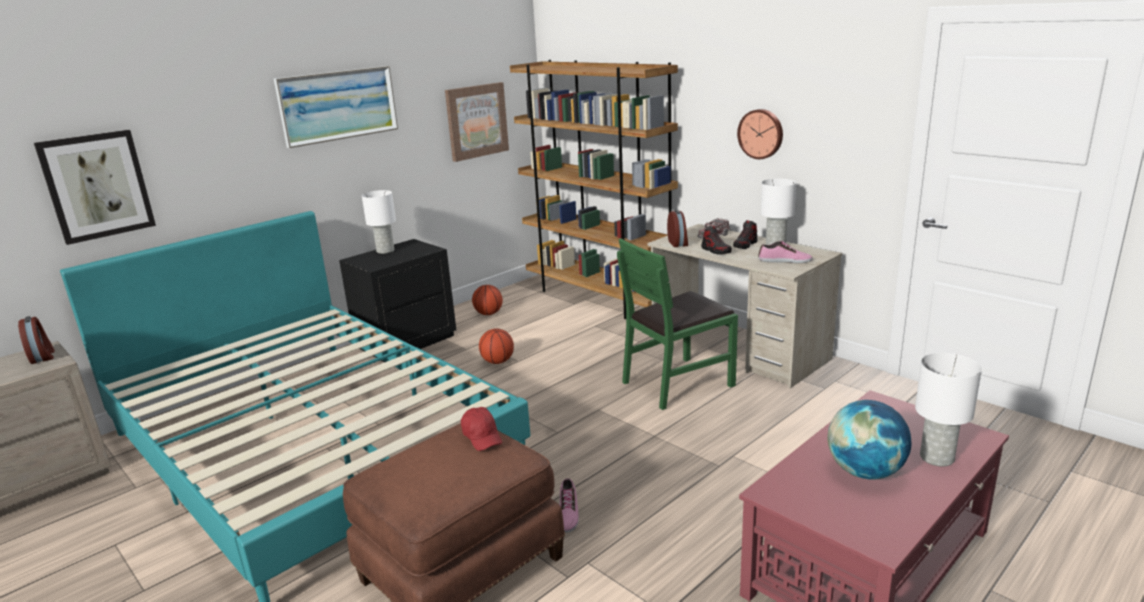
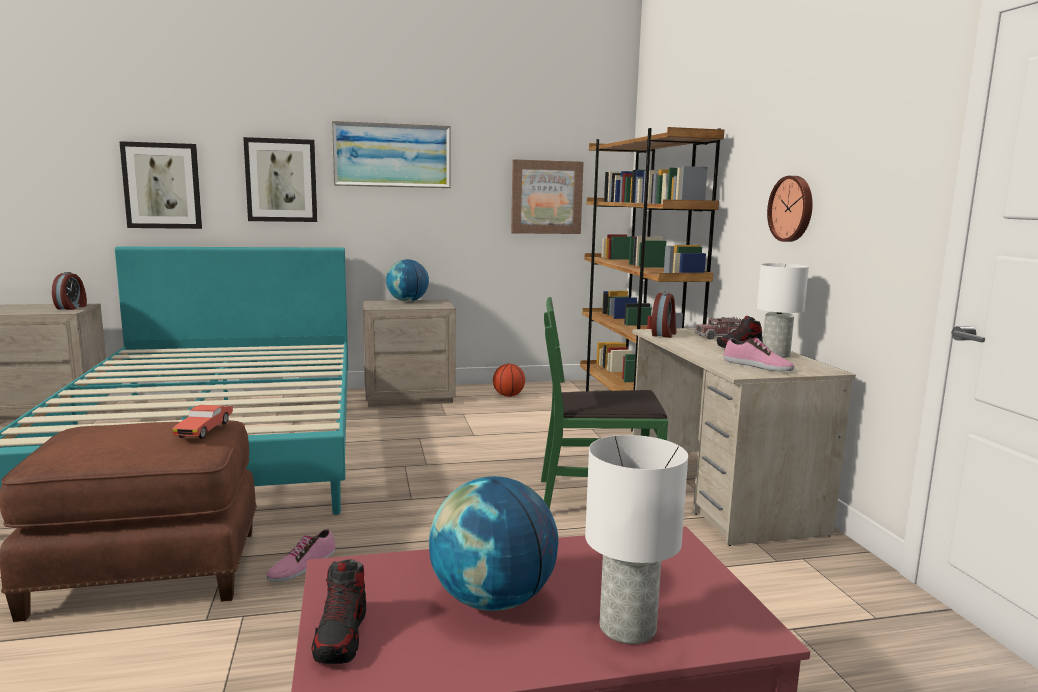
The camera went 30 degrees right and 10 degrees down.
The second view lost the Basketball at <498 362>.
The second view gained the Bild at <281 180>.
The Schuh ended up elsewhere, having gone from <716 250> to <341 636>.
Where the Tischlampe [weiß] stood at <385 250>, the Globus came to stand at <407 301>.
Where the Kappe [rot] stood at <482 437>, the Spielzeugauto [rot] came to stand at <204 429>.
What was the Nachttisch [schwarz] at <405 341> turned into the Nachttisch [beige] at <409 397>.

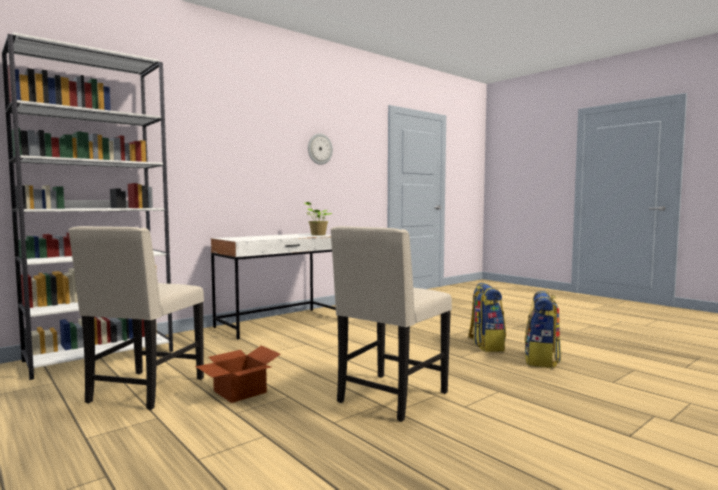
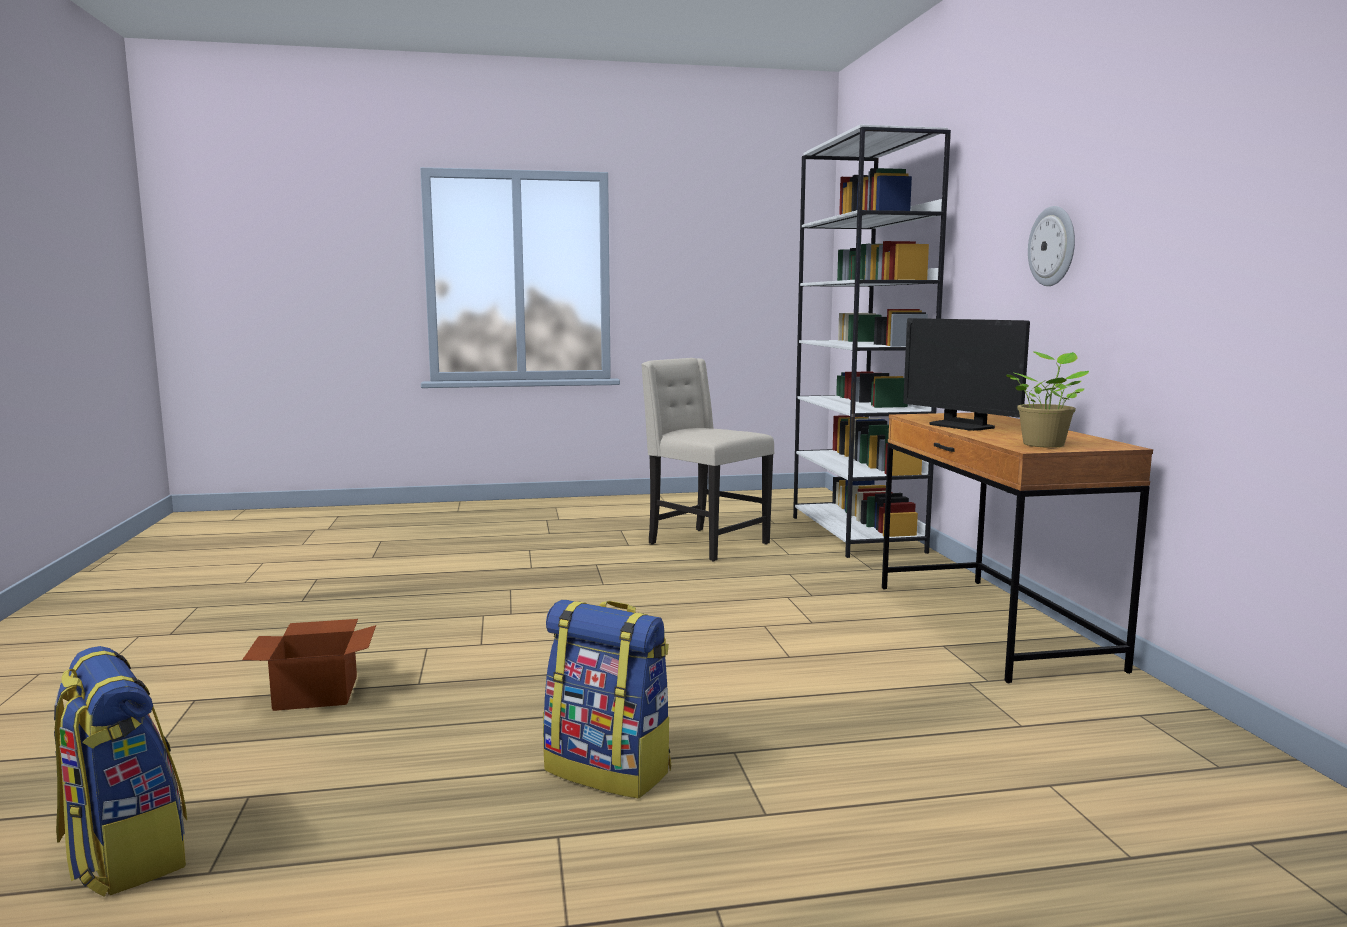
The camera went 120 degrees right and 5 degrees up.
The second view lost the Stuhl [beige] at <390 398>.
The second view gained the Monitor at <961 426>.
The Karton ended up elsewhere, having gone from <238 392> to <318 692>.
The Wanduhr ended up elsewhere, having gone from <319 149> to <1053 246>.
The Rucksack ended up elsewhere, having gone from <541 360> to <124 854>.
What was the Schreibtisch [weiß] at <279 323> turned into the Schreibtisch [braun] at <990 625>.

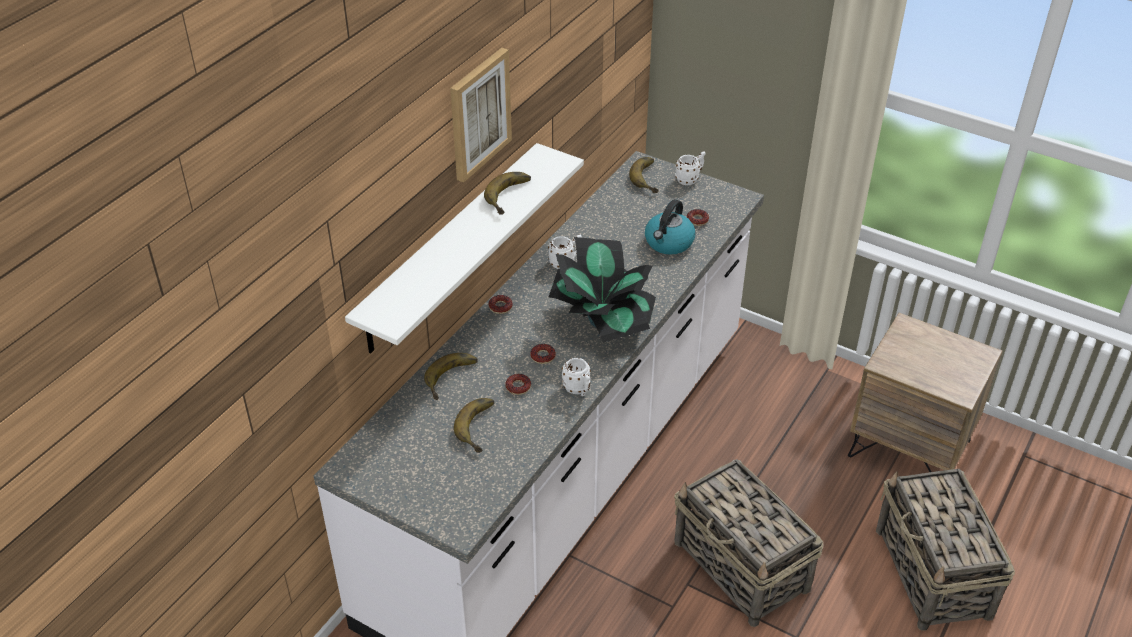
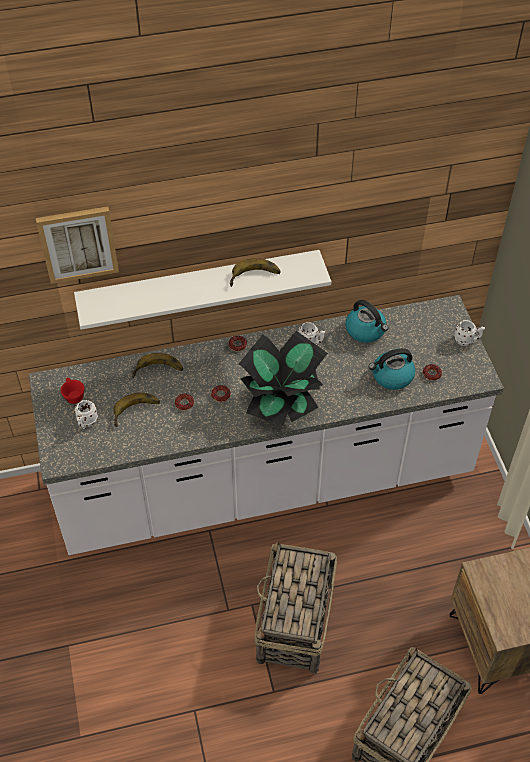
The camera went 45 degrees right and 10 degrees up.
The second view lost the Banane at <650 177>.
The second view gained the Tasse [rot] at <73 395>.
The second view gained the Wasserkessel at <366 330>.
The Bild ended up elsewhere, having gone from <479 114> to <78 243>.
The Henkelbecher [weiß] ended up elsewhere, having gone from <578 390> to <86 423>.

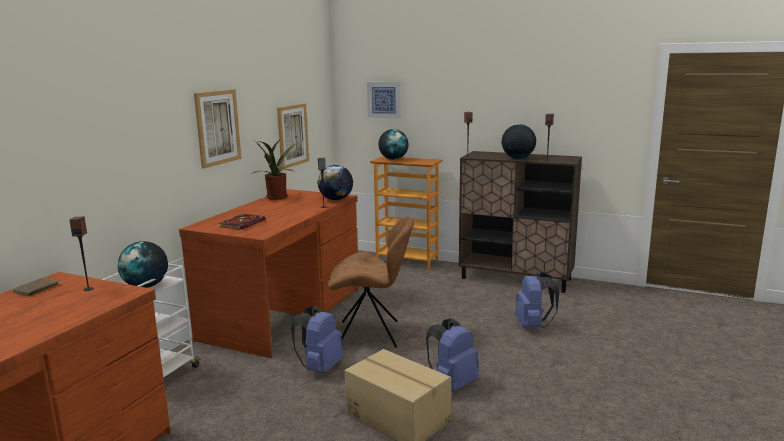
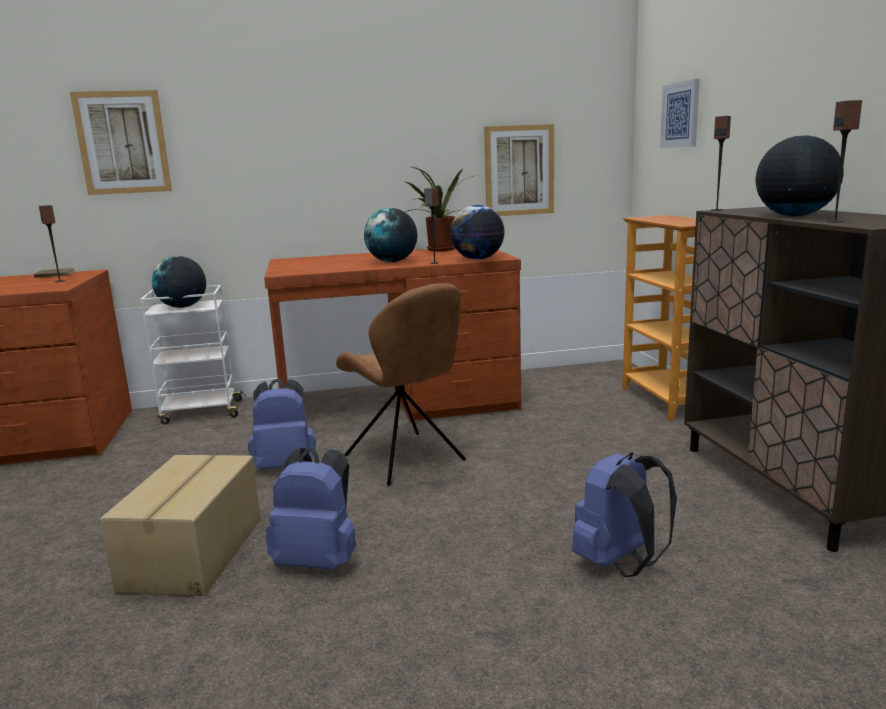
The camera went 55 degrees right and 0 degrees up.
The second view lost the Buch at <242 223>.
The Bild ended up elsewhere, having gone from <218 127> to <122 143>.
The Globus ended up elsewhere, having gone from <393 159> to <392 261>.

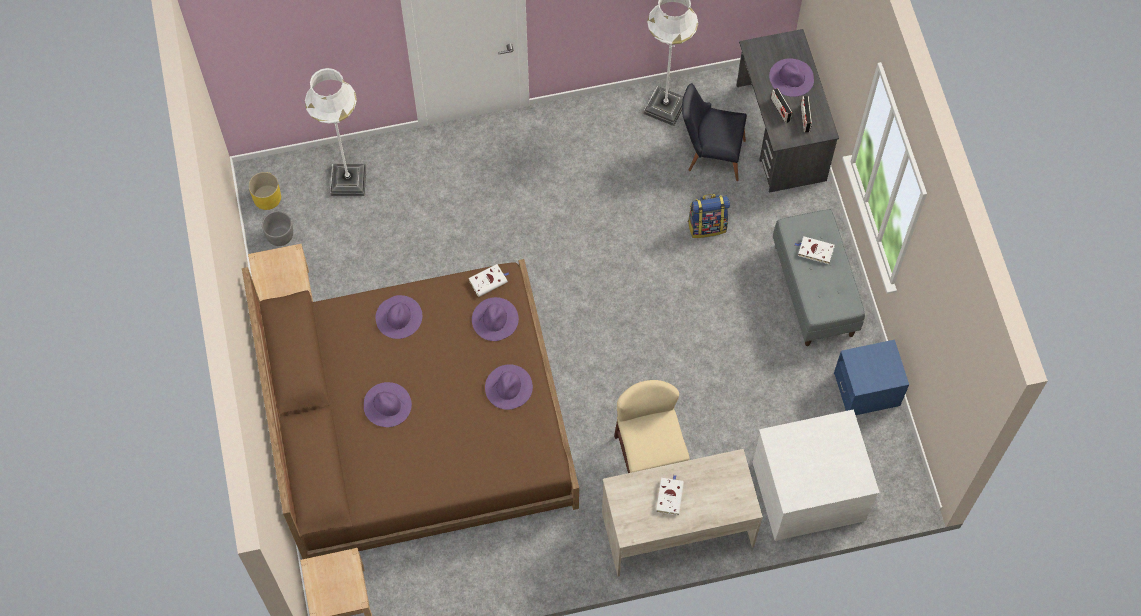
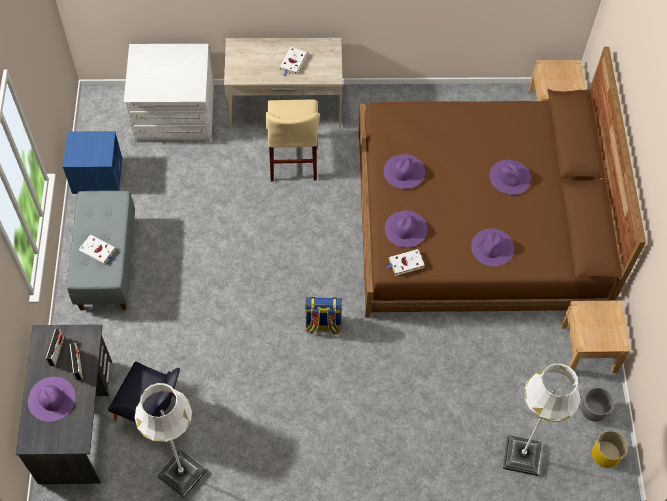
The camera went 170 degrees left and 5 degrees down.
The Rucksack ended up elsewhere, having gone from <707 226> to <322 325>.

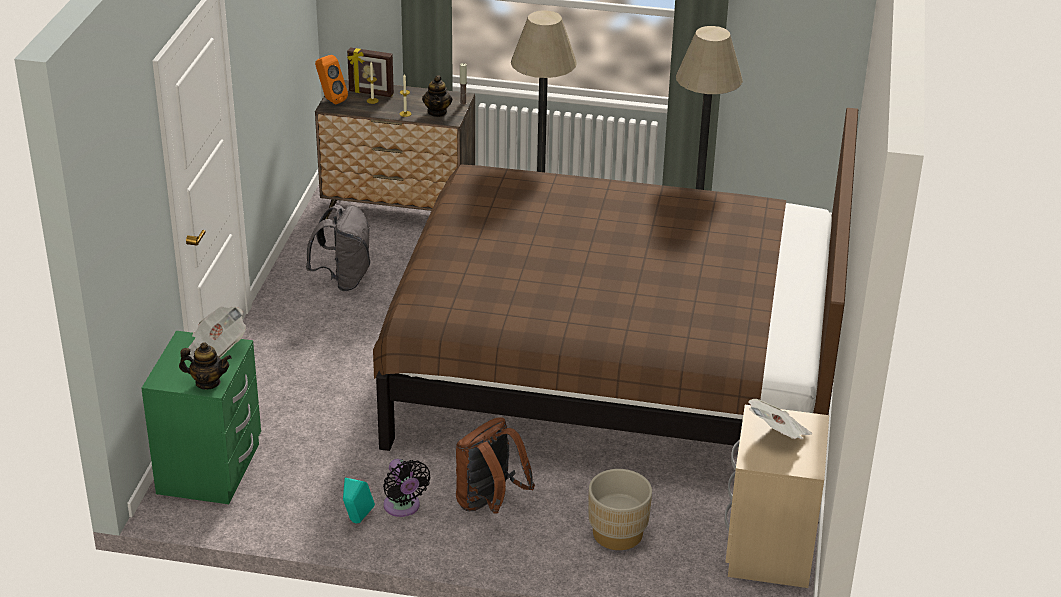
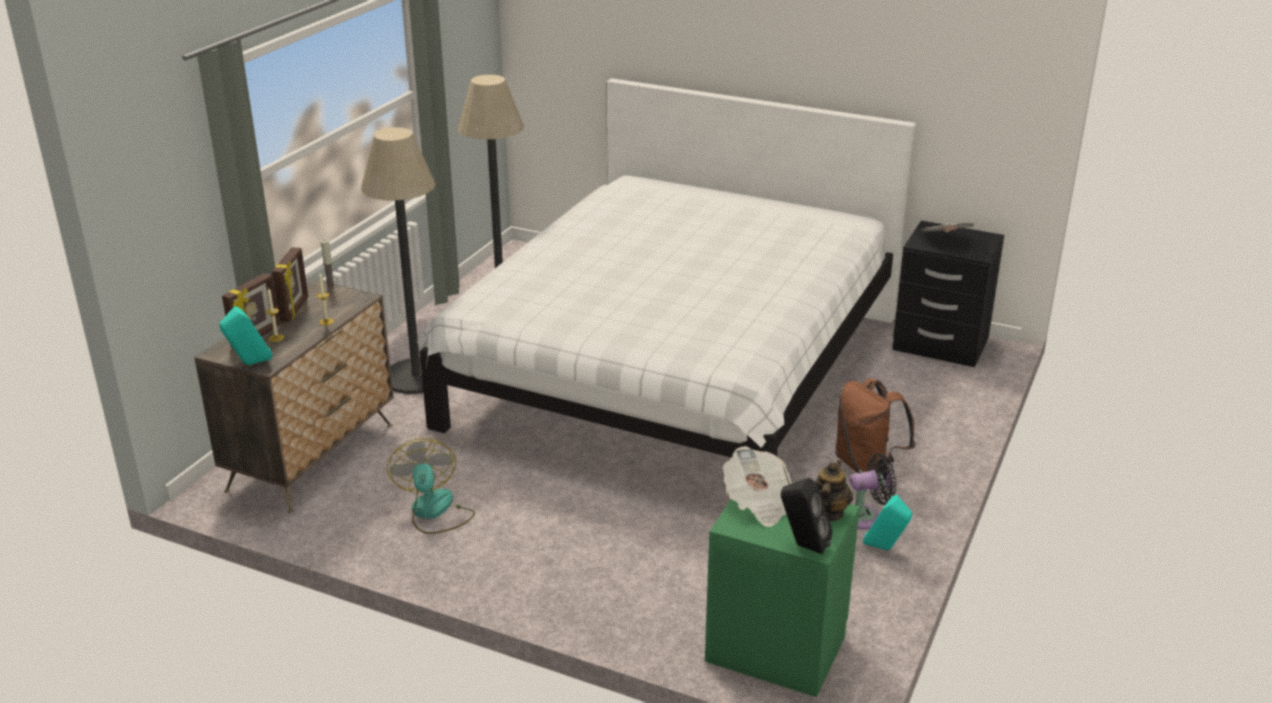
The camera went 75 degrees left and 5 degrees down.
The second view lost the Teekanne at <437 112>.
The second view lost the Pflanzkübel [beige] at <617 534>.
The second view gained the Bilderrahmen at <295 309>.
The second view gained the Lautsprecher [schwarz] at <803 546>.
Where the Rucksack [grau] stood at <343 279>, the Ventilator came to stand at <434 512>.
What was the Lautsprecher [orange] at <330 100> turned into the Lautsprecher [türkis] at <249 364>.
What was the Bett [braun] at <617 367> turned into the Bett [weiß] at <674 371>.
What was the Nachttisch [beige] at <768 548> turned into the Nachttisch [schwarz] at <940 345>.

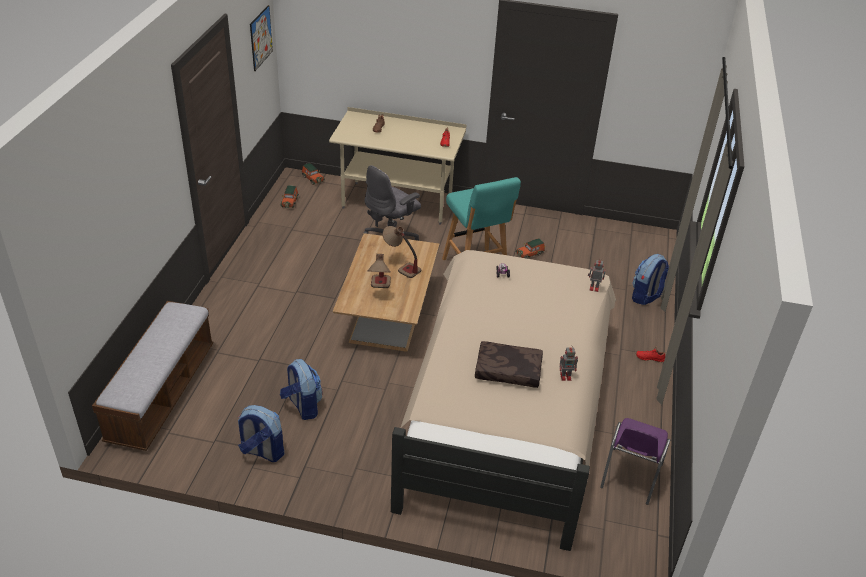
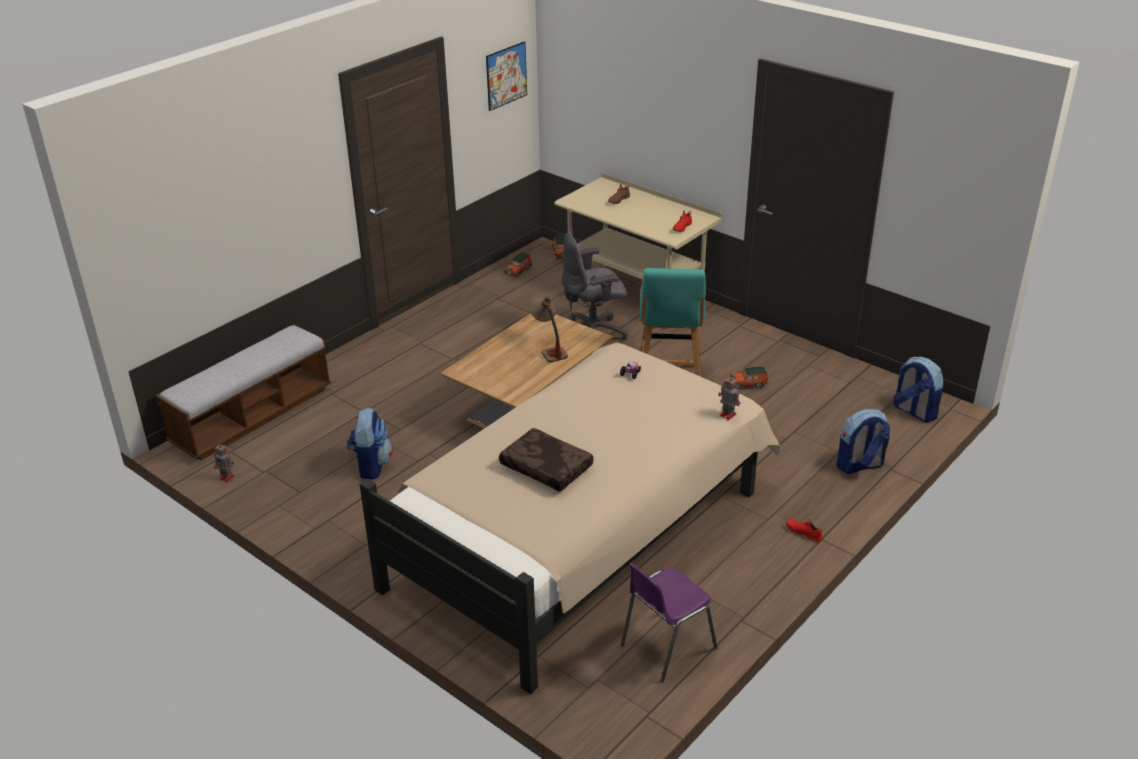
The camera went 30 degrees right and 5 degrees down.
The second view lost the Tischlampe at <380 289>.
The Rucksack ended up elsewhere, having gone from <262 451> to <914 411>.
The Spielzeugroboter ended up elsewhere, having gone from <566 376> to <227 478>.

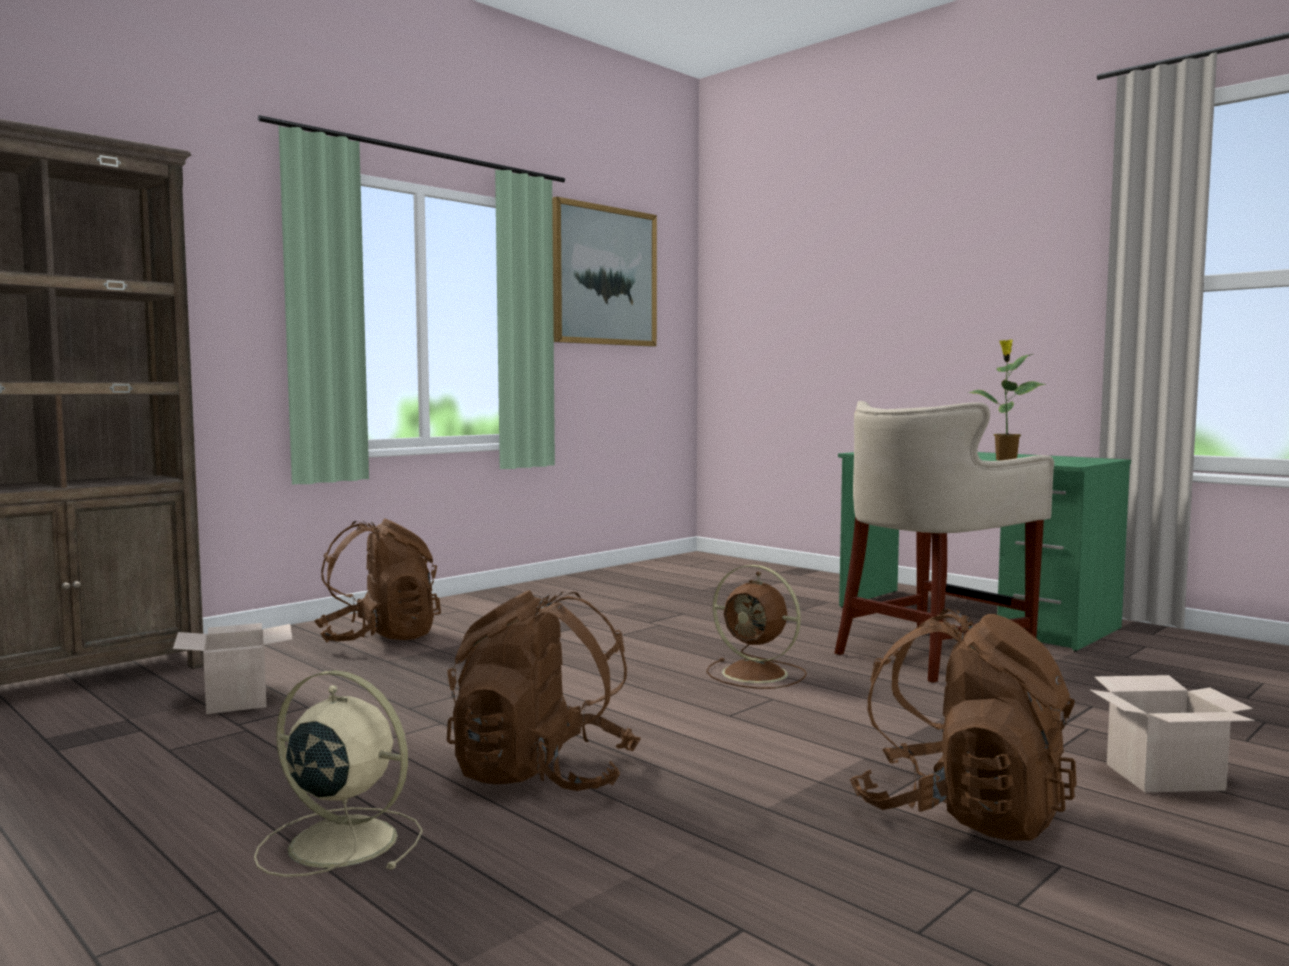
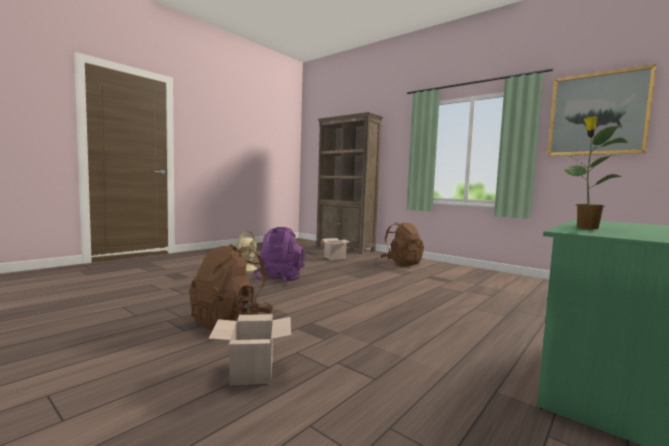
The camera went 85 degrees right and 0 degrees up.
The second view lost the Ventilator [braun] at <757 674>.
The second view lost the Hocker [beige] at <932 656>.
What was the Rucksack [braun] at <542 775> turned into the Rucksack [lila] at <279 279>.

